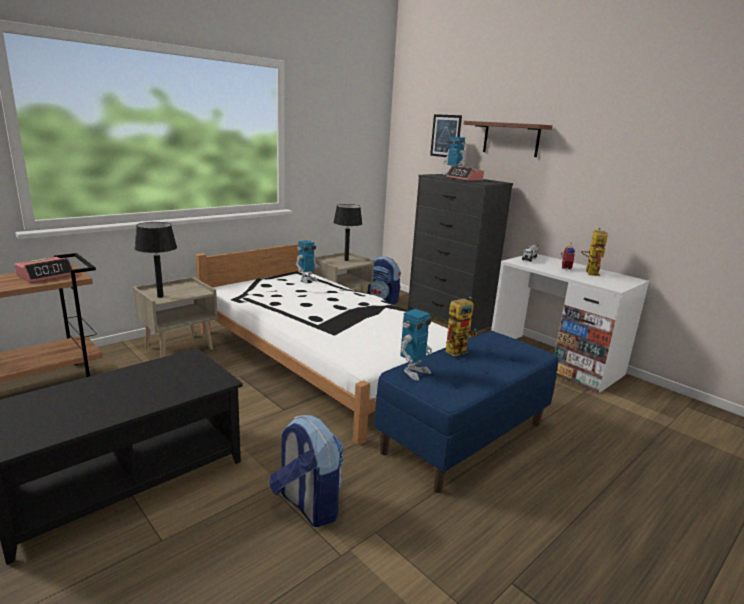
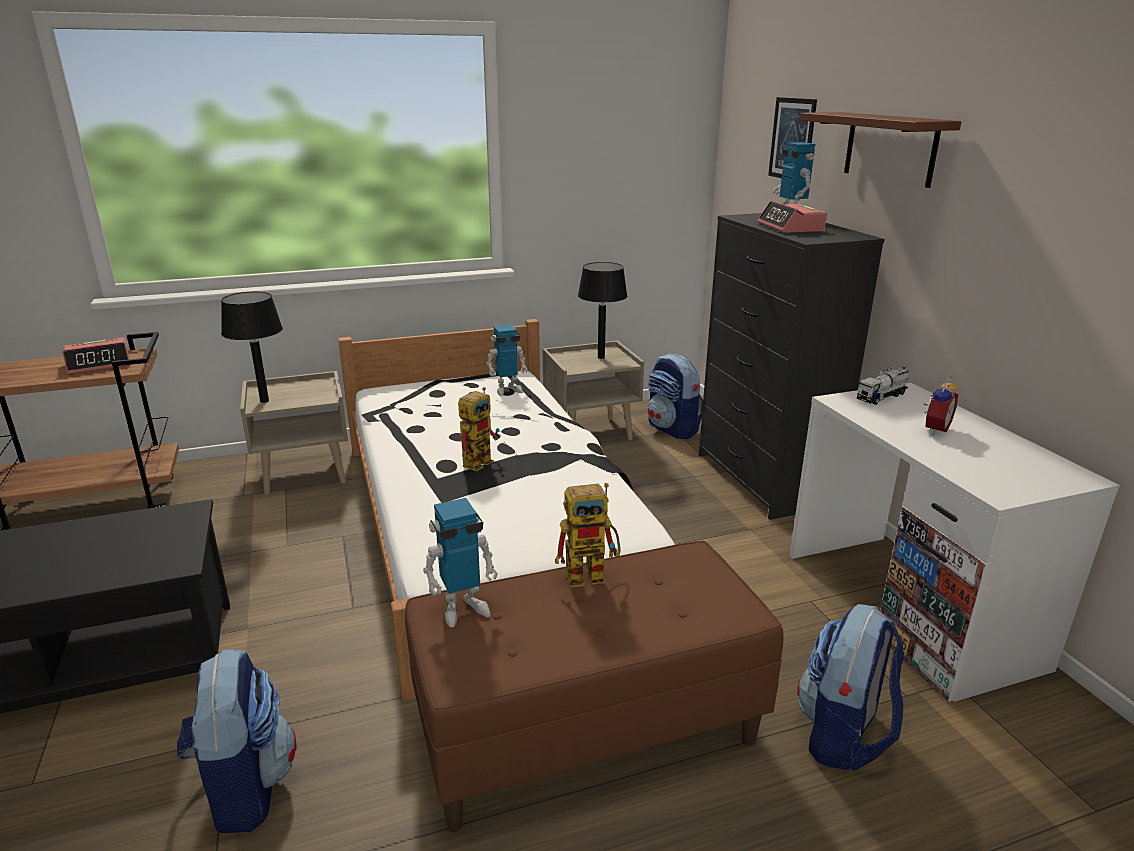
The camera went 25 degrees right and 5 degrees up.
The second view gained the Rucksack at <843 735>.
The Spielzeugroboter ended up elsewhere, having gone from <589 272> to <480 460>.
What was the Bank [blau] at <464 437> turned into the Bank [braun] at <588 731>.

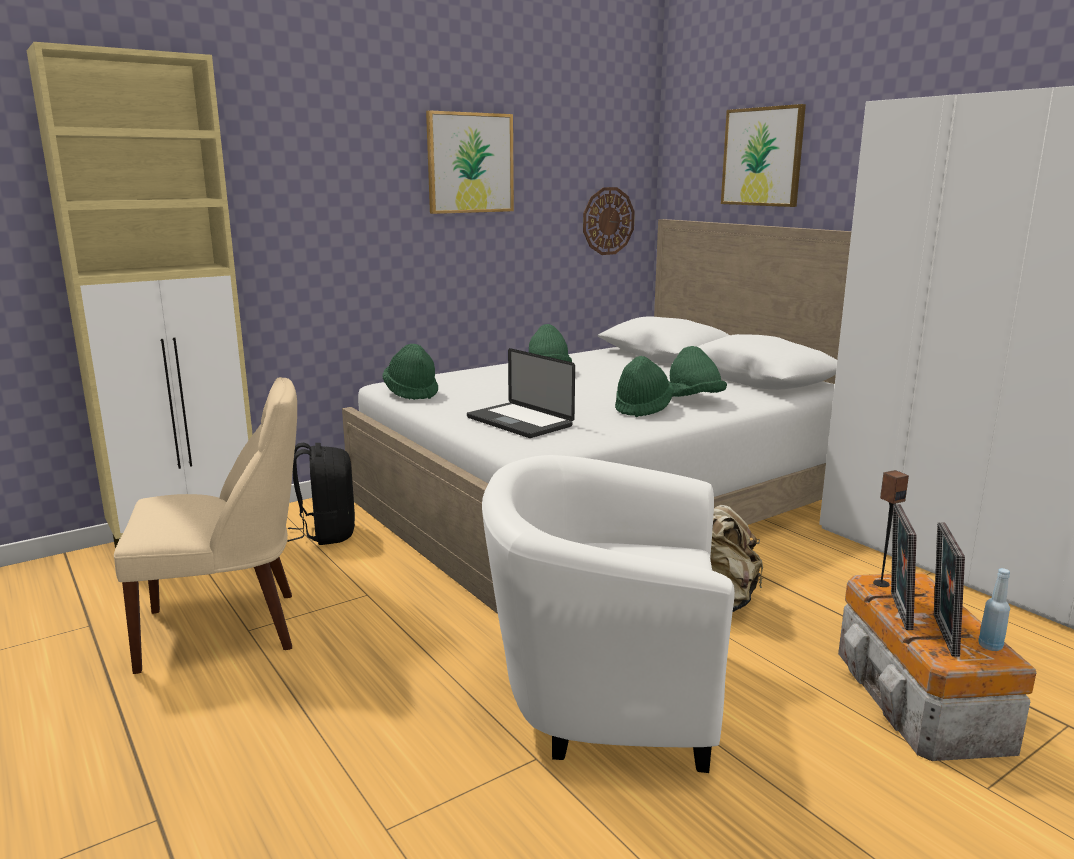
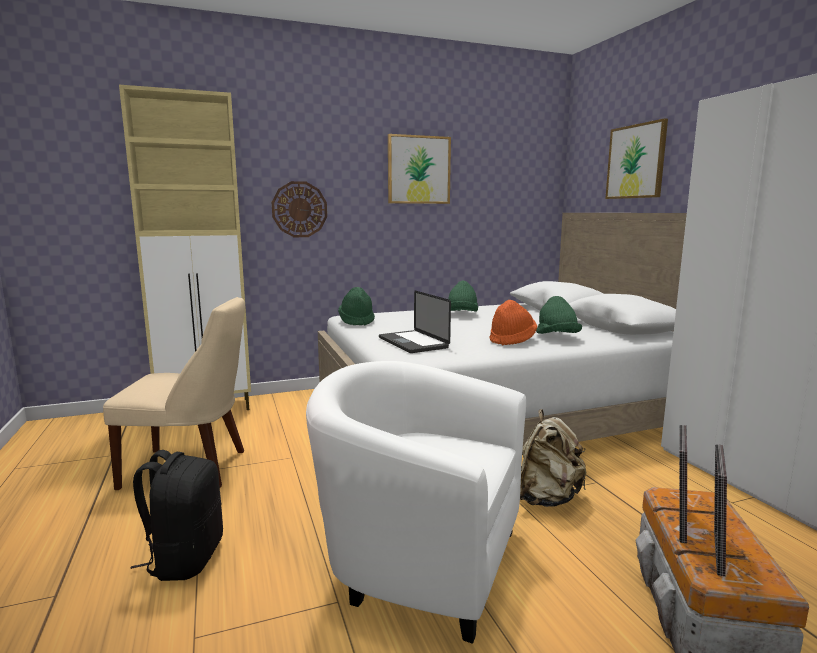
The camera went 15 degrees right and 5 degrees down.
The second view lost the Lautsprecher at <880 583>.
The second view lost the Flasche [blau] at <990 646>.
The Rucksack [schwarz] ended up elsewhere, having gone from <327 533> to <185 558>.
The Wanduhr ended up elsewhere, having gone from <608 221> to <299 209>.
What was the Hut [grün] at <642 408> turned into the Hut [orange] at <512 340>.

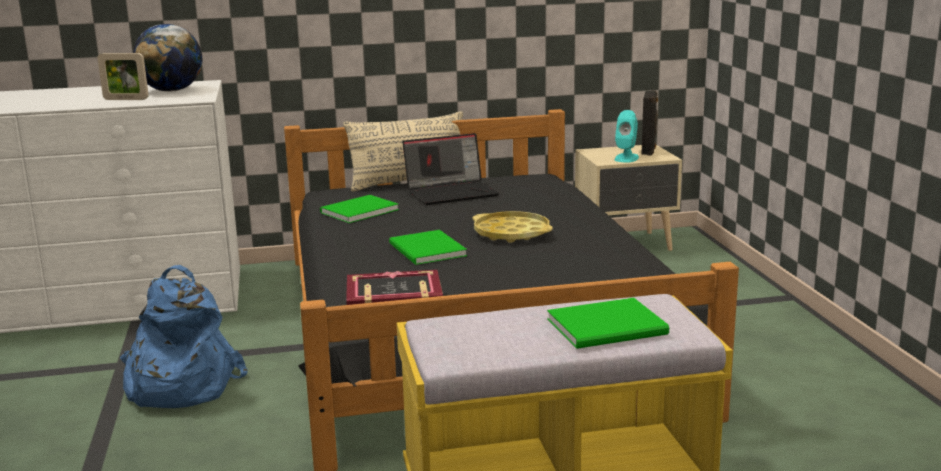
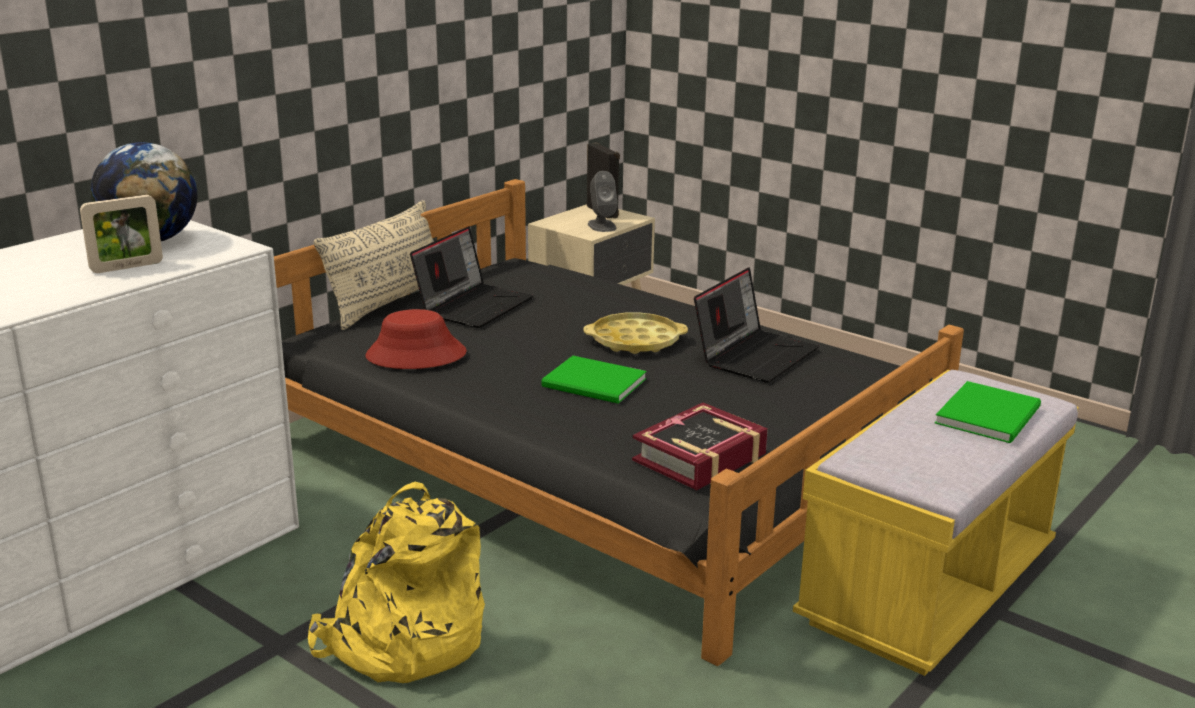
The camera went 40 degrees left and 5 degrees up.
The second view gained the Laptop at <755 355>.
Where the Buch [grün] stood at <356 211>, the Hut [rot] came to stand at <416 355>.
What was the Rucksack [blau] at <178 386> turned into the Rucksack [gelb] at <402 641>.
What was the Lautsprecher [türkis] at <626 158> turned into the Lautsprecher [grau] at <601 226>.

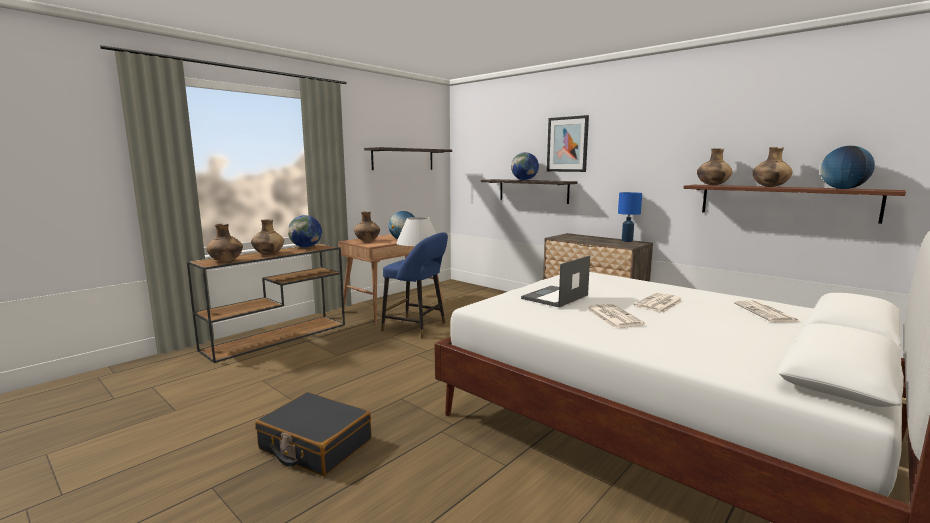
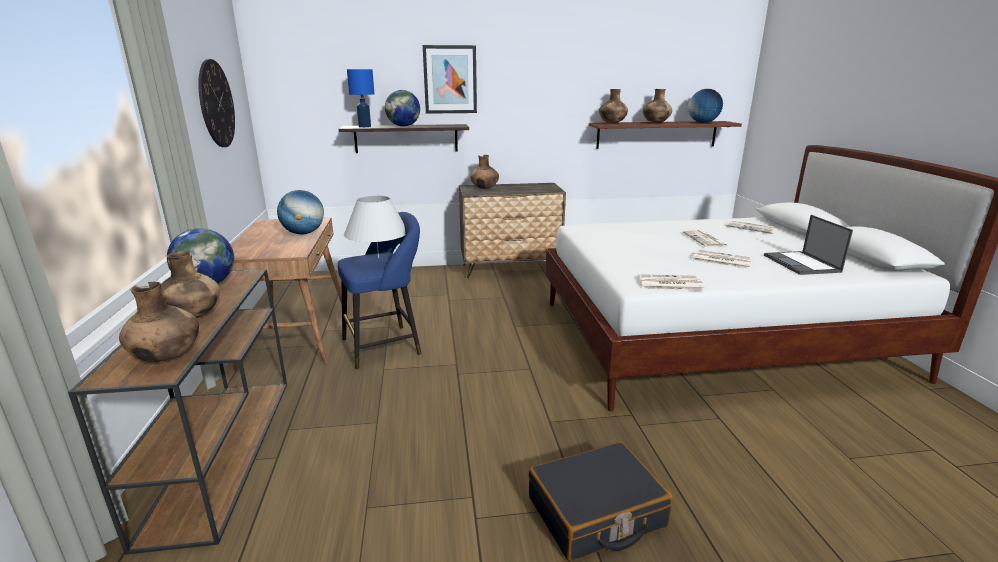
The camera went 50 degrees left and 10 degrees up.
The second view gained the Zeitung at <669 283>.
The Vase [braun] ended up elsewhere, having gone from <367 241> to <485 188>.
The Laptop ended up elsewhere, having gone from <555 297> to <802 264>.
The Tischlampe [blau] ended up elsewhere, having gone from <626 241> to <364 127>.
Where the Wandregal hung at <403 159>, the Wanduhr came to hang at <216 104>.

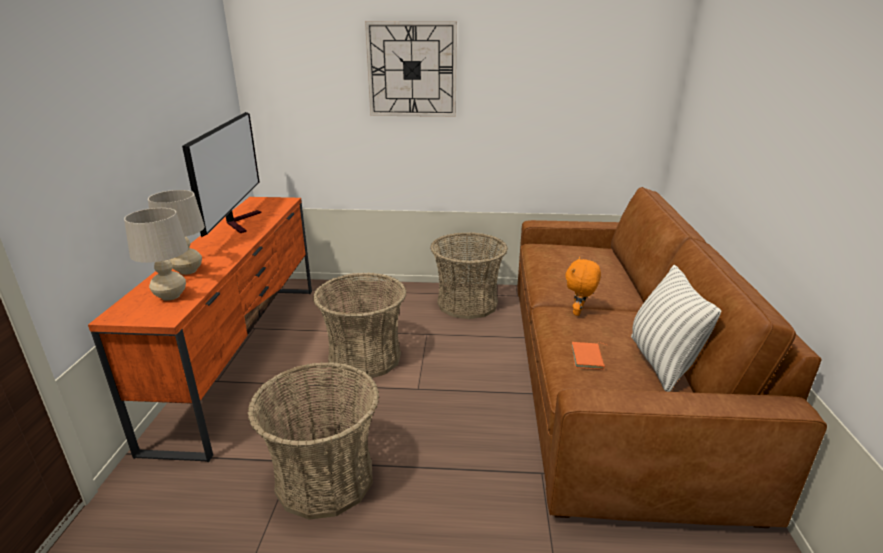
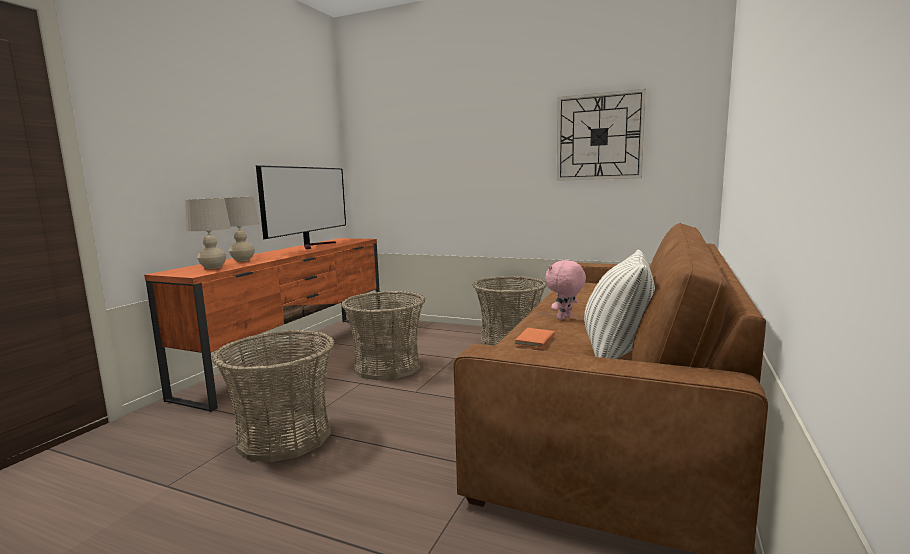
The camera went 20 degrees right and 15 degrees down.
The Wanduhr ended up elsewhere, having gone from <412 70> to <599 137>.
What was the Plüschtier [orange] at <579 312> turned into the Plüschtier [rosa] at <565 318>.

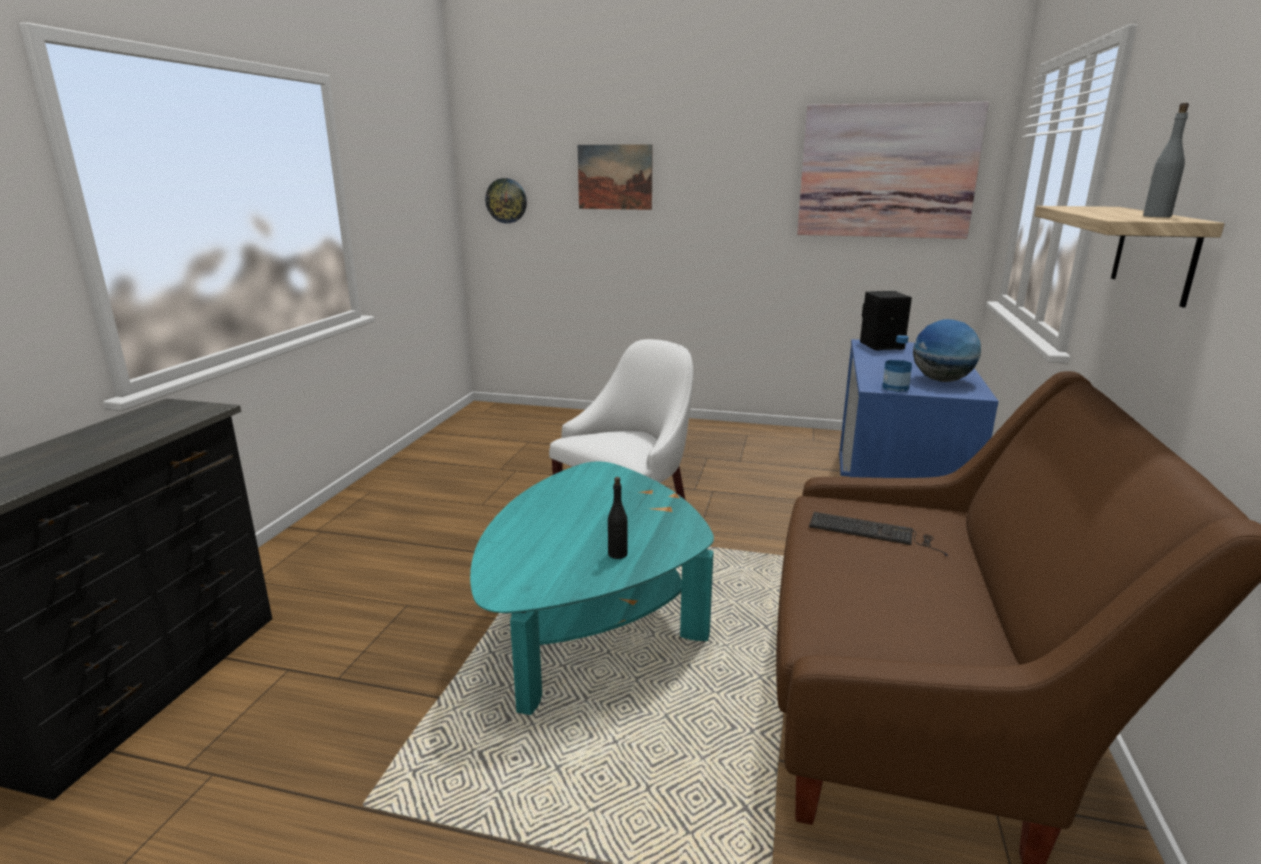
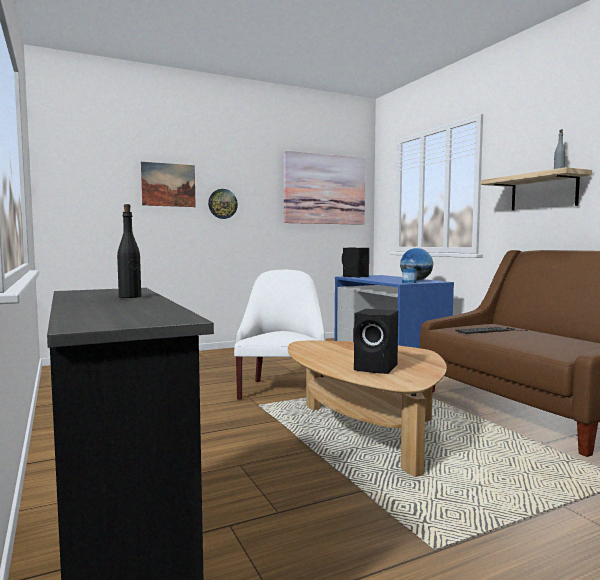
The camera went 40 degrees left and 15 degrees down.
The second view gained the Lautsprecher [schwarz] at <377 368>.
The Wanduhr ended up elsewhere, having gone from <506 200> to <222 204>.
The Flasche [schwarz] ended up elsewhere, having gone from <617 554> to <130 297>.
What was the Couchtisch [türkis] at <591 620> turned into the Couchtisch [braun] at <364 432>.

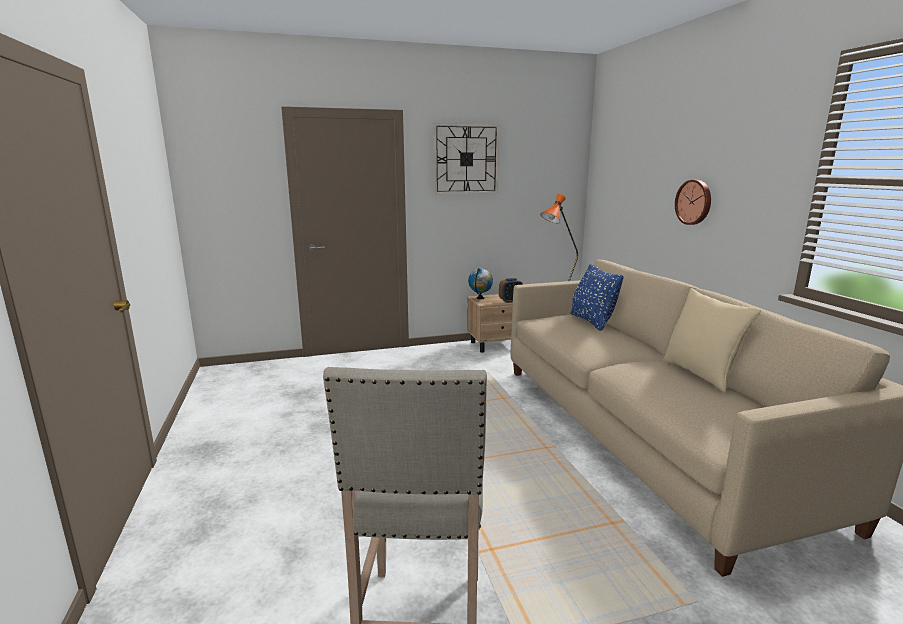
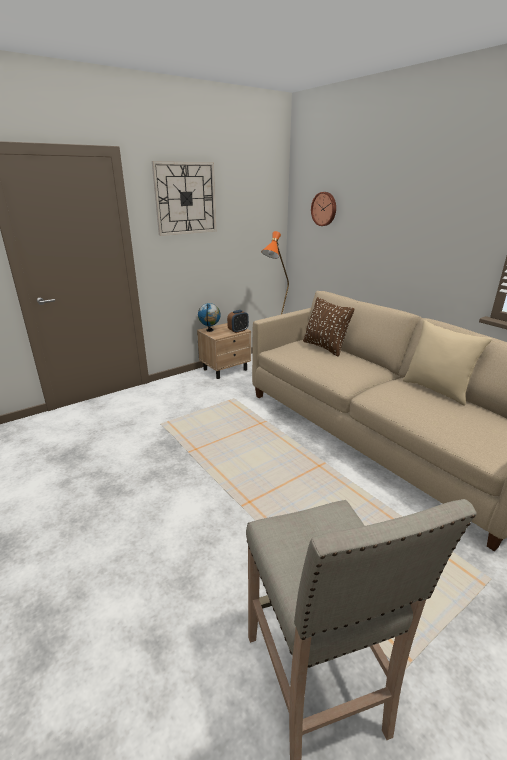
The camera went 20 degrees left and 10 degrees up.
The Wanduhr ended up elsewhere, having gone from <694 202> to <324 209>.
What was the Kissen [blau] at <592 322> turned into the Kissen [braun] at <325 347>.

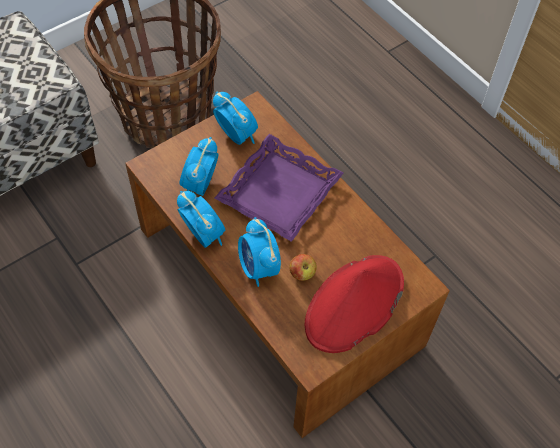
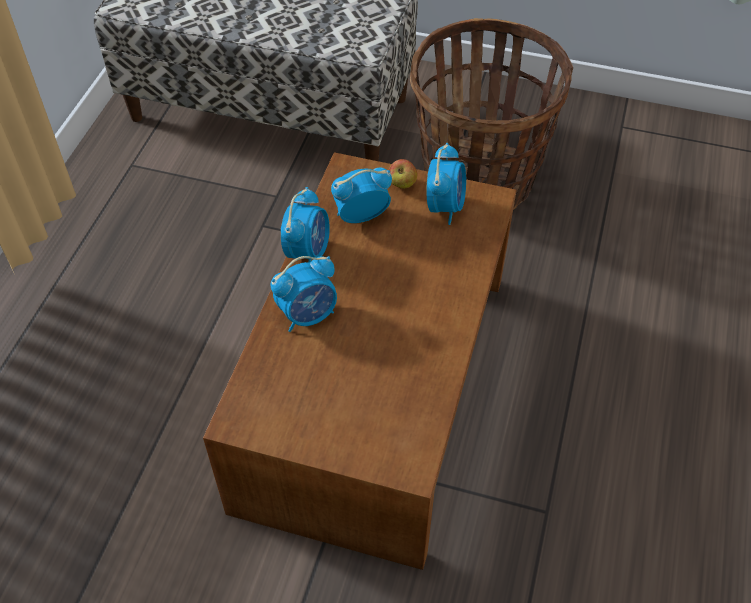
The camera went 55 degrees right and 5 degrees down.
The second view lost the Tablett [lila] at <280 193>.
The second view lost the Hut [rot] at <354 304>.
The Apfel ended up elsewhere, having gone from <302 273> to <402 184>.
The Wecker at <258 268> ended up facing another way, 150 degrees counterclockwise from before.

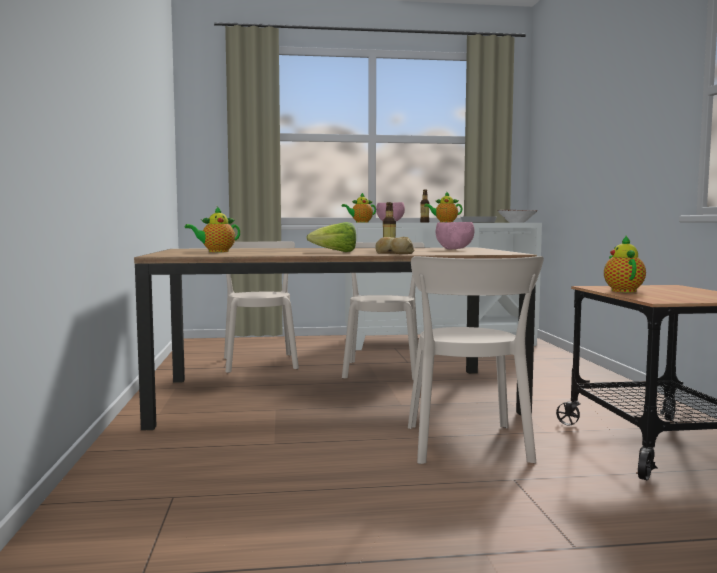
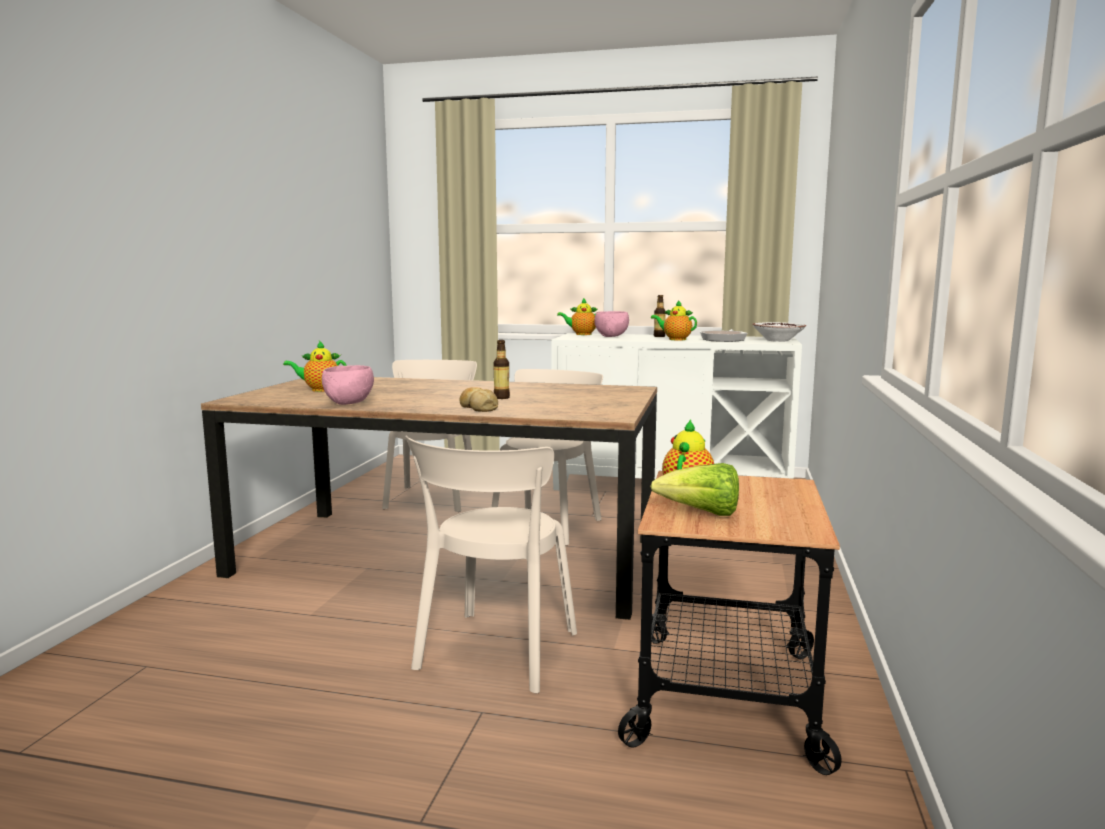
The camera went 20 degrees right and 5 degrees up.
The Salatkopf ended up elsewhere, having gone from <336 252> to <701 513>.
The Schüssel [rosa] ended up elsewhere, having gone from <454 249> to <349 403>.

